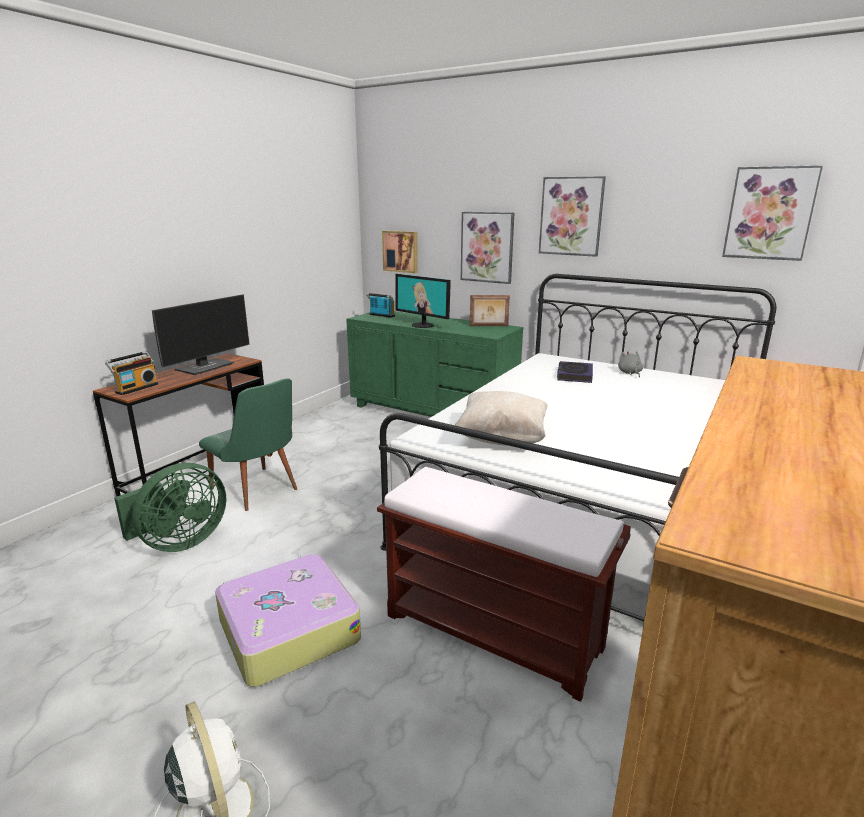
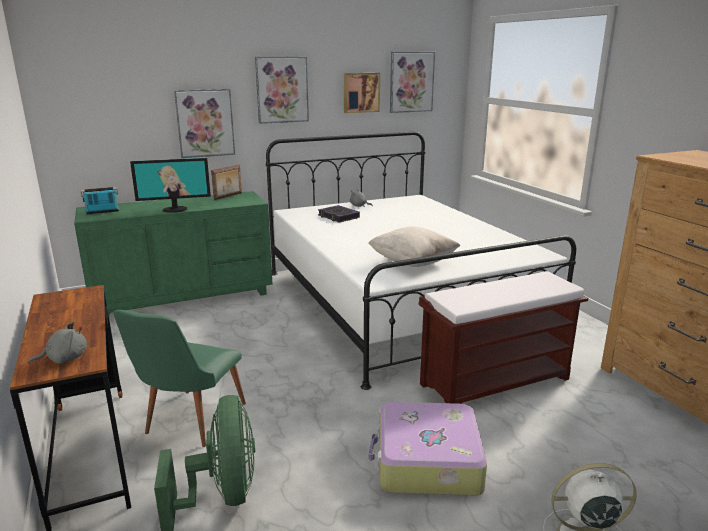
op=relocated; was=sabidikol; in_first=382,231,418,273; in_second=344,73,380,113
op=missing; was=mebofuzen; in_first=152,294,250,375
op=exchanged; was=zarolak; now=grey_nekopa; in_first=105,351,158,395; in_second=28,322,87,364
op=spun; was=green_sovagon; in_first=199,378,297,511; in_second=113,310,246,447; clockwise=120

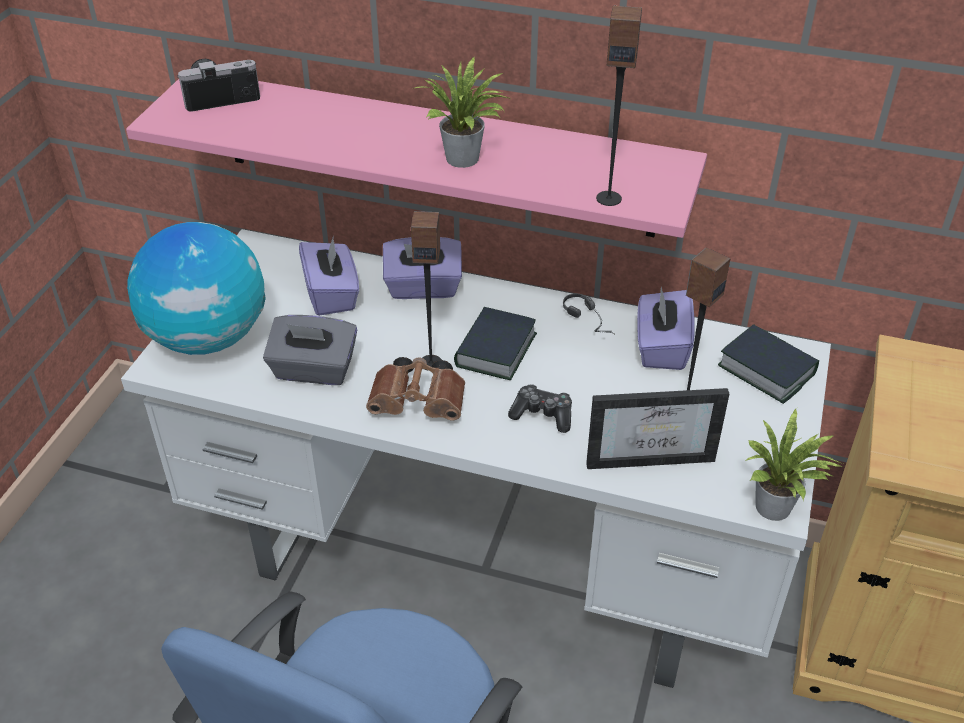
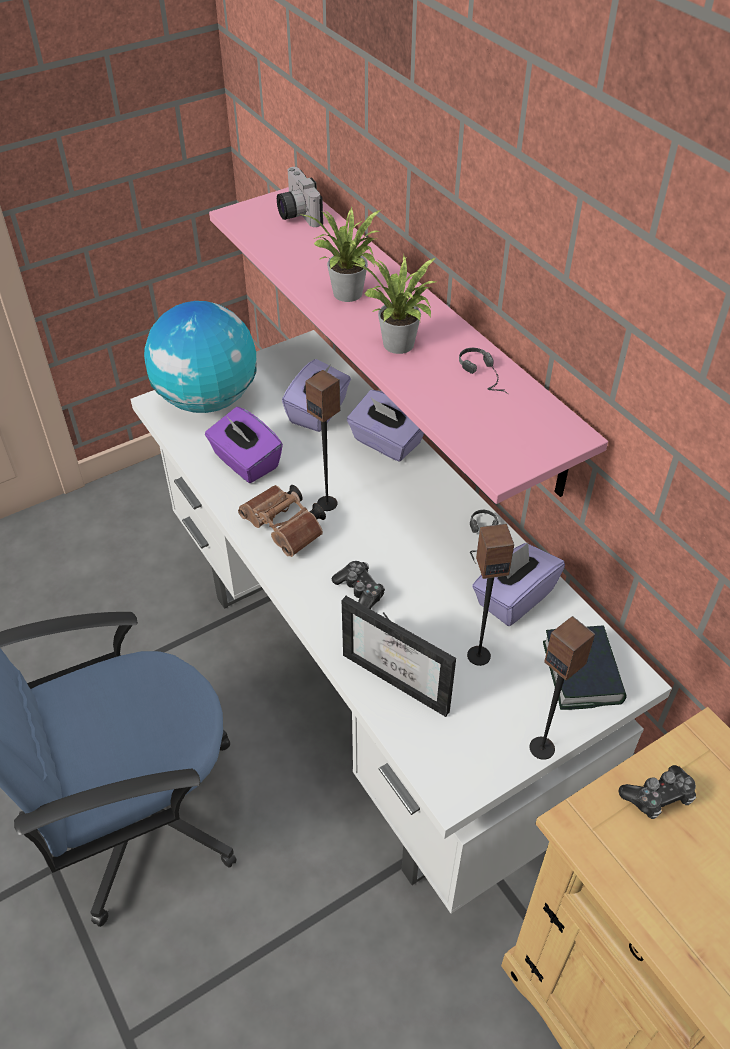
op=relocated; was=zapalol; in_first=596,6,642,206; in_second=530,616,595,760
op=spun; was=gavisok; in_first=177,59,260,112; in_second=277,167,323,227; clockwise=-135
op=missing; was=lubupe; in_first=454,307,537,380
op=colour; was=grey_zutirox; now=purple_zutirox; in_first=263,315,357,385; in_second=205,407,283,483
op=relocated; was=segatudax; in_first=745,409,843,521; in_second=299,207,380,302
op=appeared; now=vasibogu; in_second=459,348,508,394
op=appeared; now=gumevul; in_second=619,765,696,819

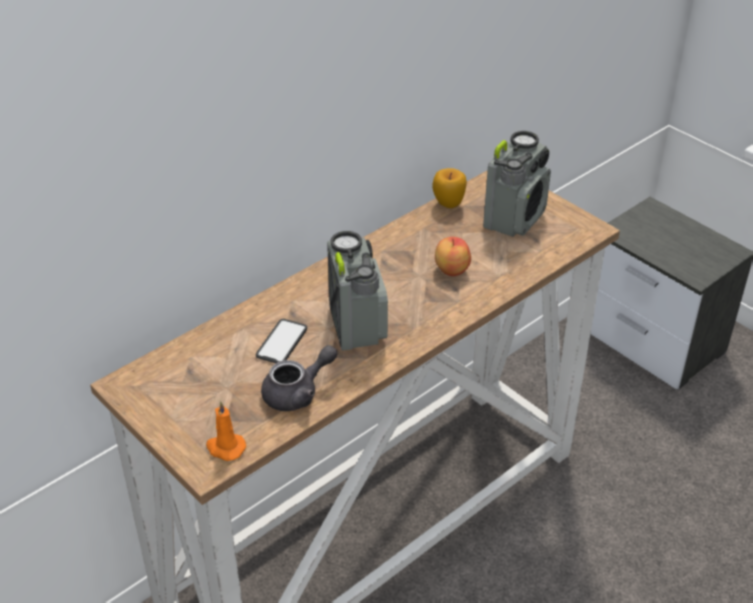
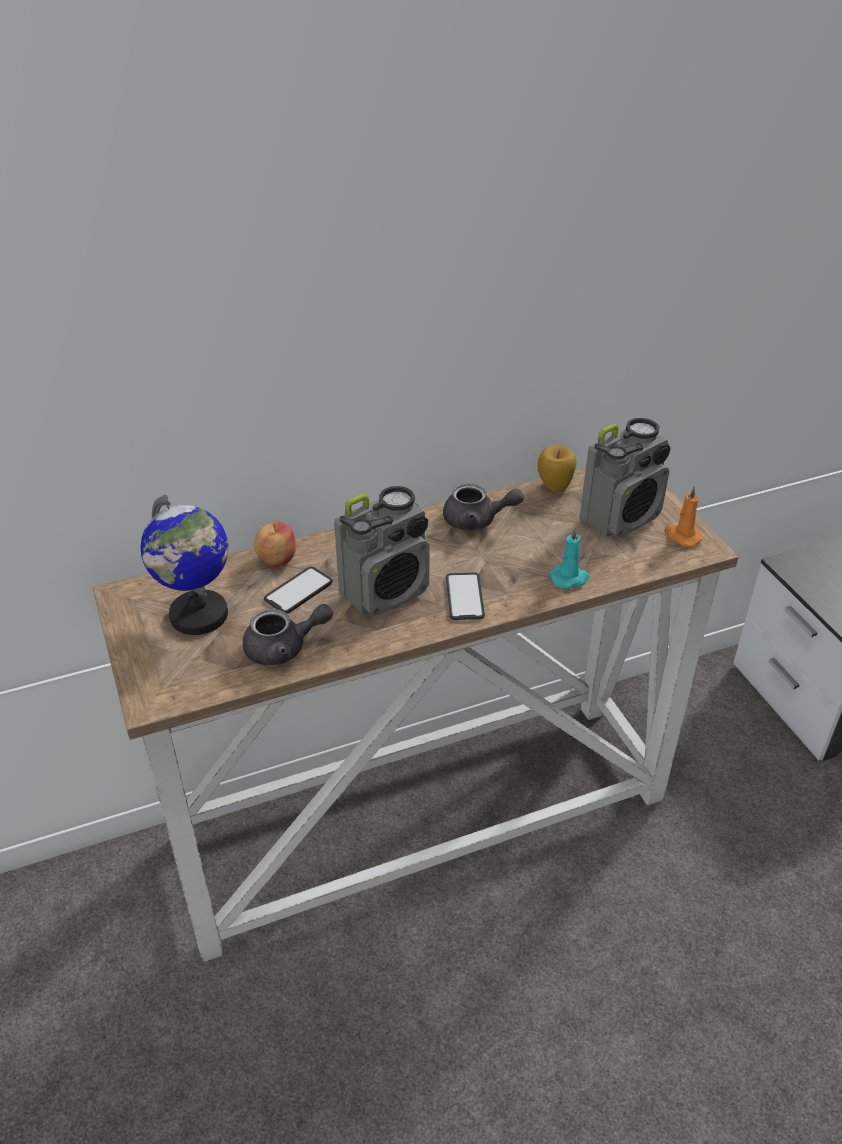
op=spun; was=zarolak; in_first=327,231,388,351; in_second=334,486,430,616; clockwise=45
op=relocated; was=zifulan; in_first=435,237,471,276; in_second=254,522,296,567
op=relocated; was=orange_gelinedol; in_first=206,401,246,461; in_second=664,486,702,547
op=appeared; now=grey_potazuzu; in_second=443,483,524,530
op=appeared; now=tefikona; in_second=141,495,228,635
op=appeared; now=turquoise_gelinedol; in_second=550,527,590,589
op=appeared; now=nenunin; in_second=446,572,485,620

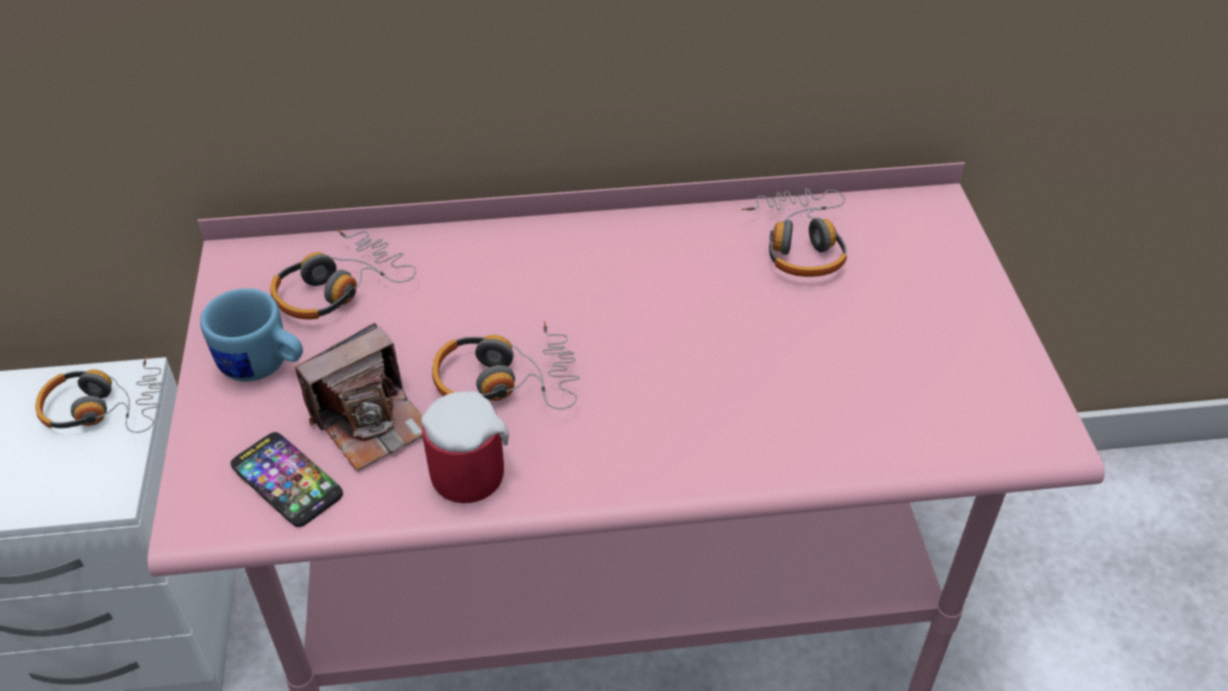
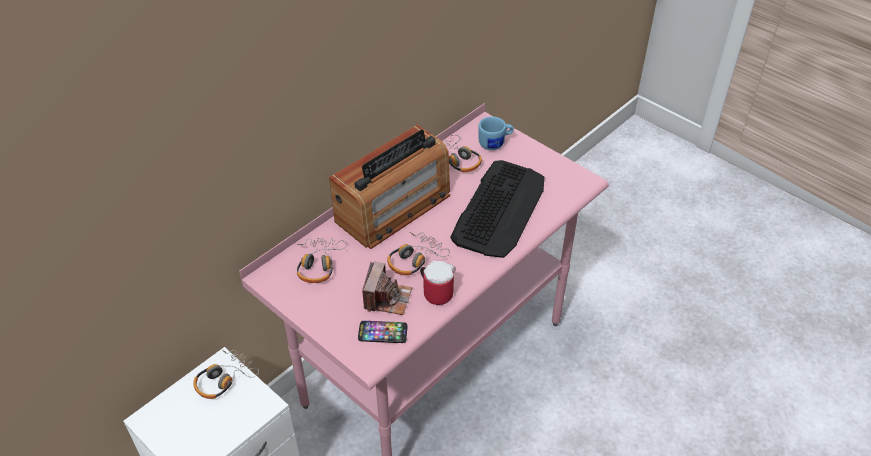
op=relocated; was=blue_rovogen; in_first=200,288,303,382; in_second=478,116,514,150
op=appeared; now=zarolak; in_second=329,125,450,249
op=appeared; now=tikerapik; in_second=450,160,545,258

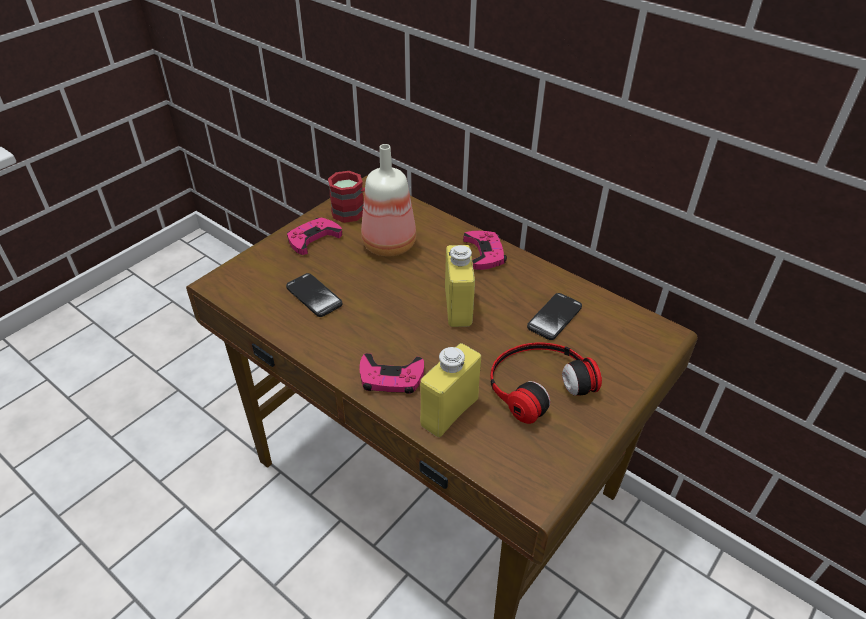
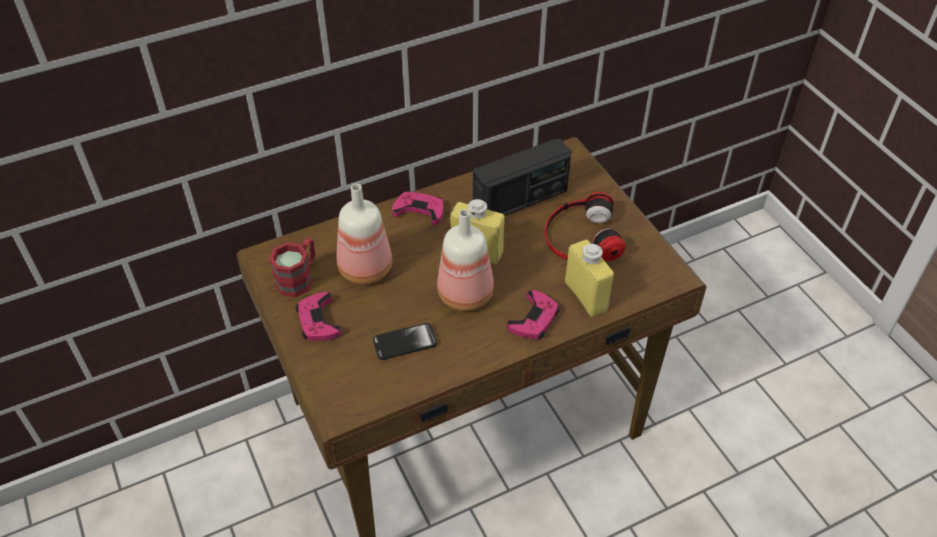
op=exchanged; was=nenunin; now=zarolak; in_first=527,293,582,340; in_second=473,139,571,216
op=appeared; now=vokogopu; in_second=437,209,494,311

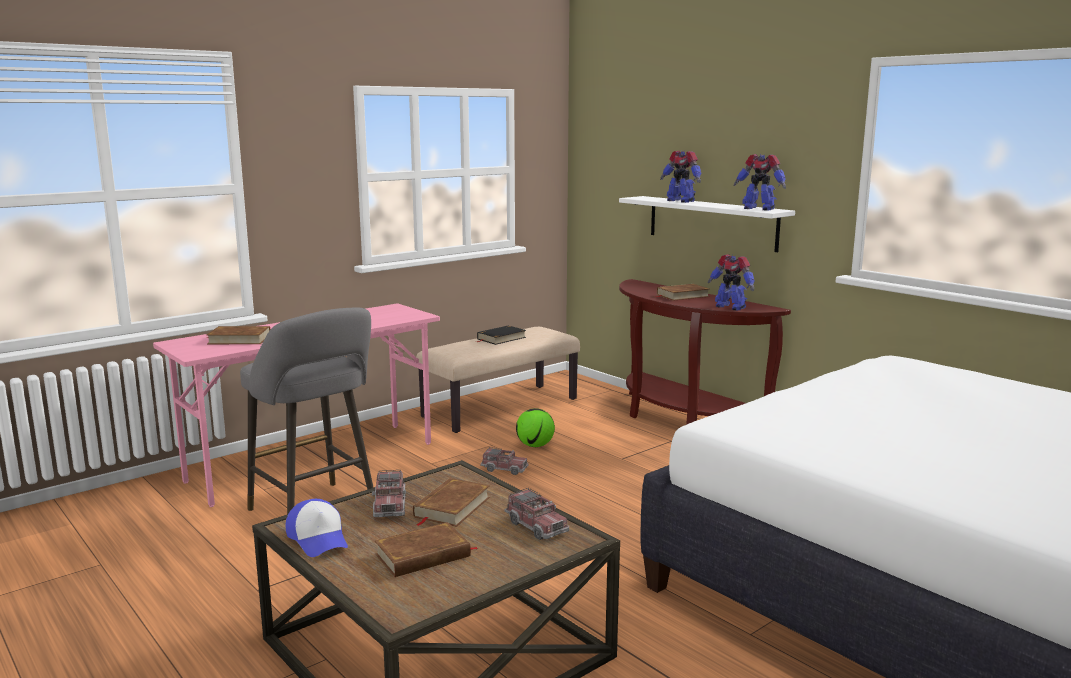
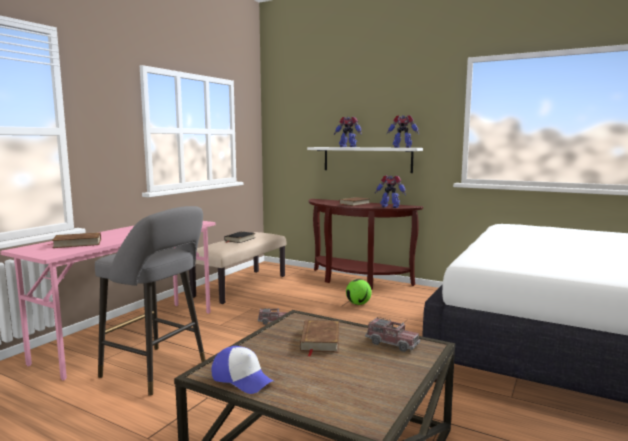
op=relocated; was=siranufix; in_first=516,408,555,447; in_second=346,279,372,305
op=missing; was=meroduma; in_first=372,470,406,517
op=missing; was=brown_lubupe; in_first=375,522,478,577

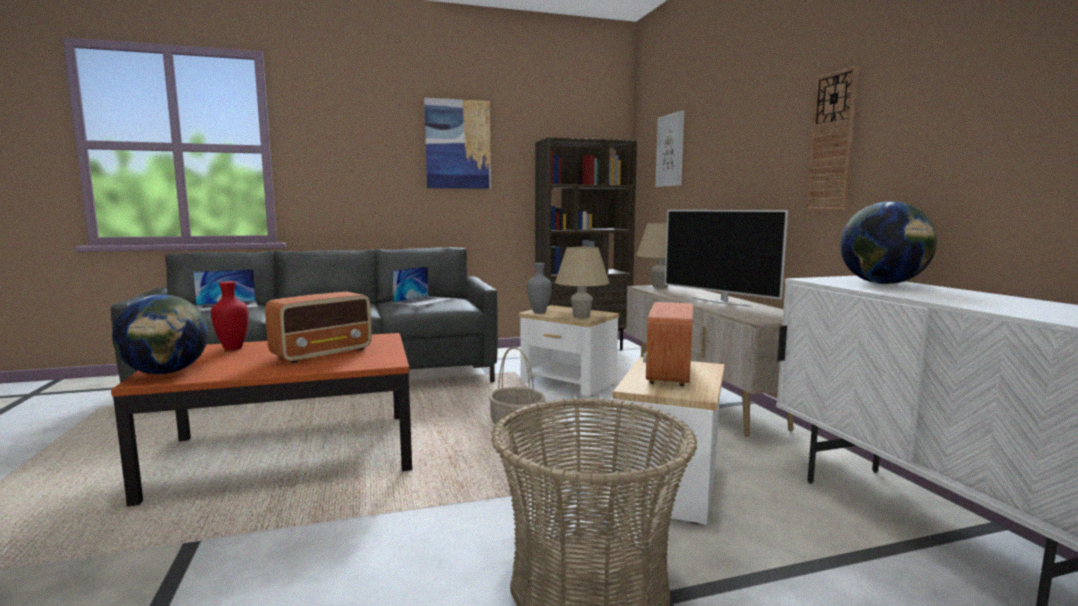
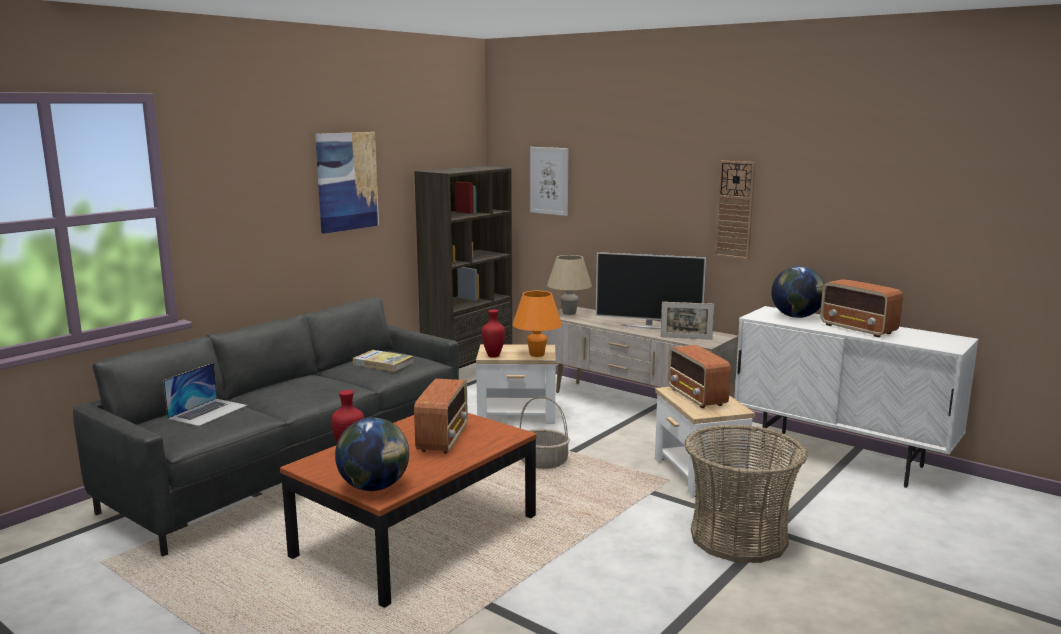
op=colour; was=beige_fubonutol; now=orange_fubonutol; in_first=555,247,609,318; in_second=512,291,562,357
op=colour; was=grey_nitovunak; now=red_nitovunak; in_first=527,263,552,313; in_second=482,310,505,358
op=exchanged; was=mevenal; now=lubupe; in_first=392,266,452,306; in_second=353,350,414,372
op=appeared; now=zarolak; in_second=820,279,903,338
op=appeared; now=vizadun; in_second=661,302,714,340

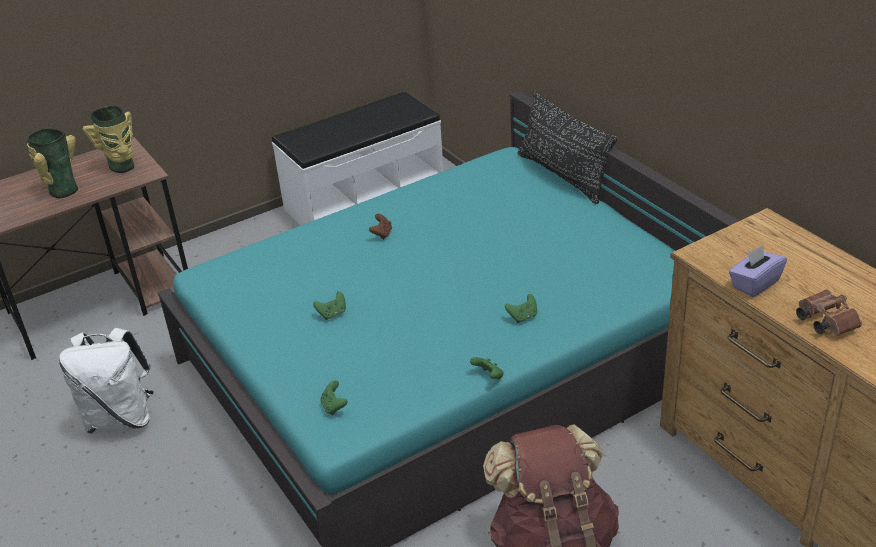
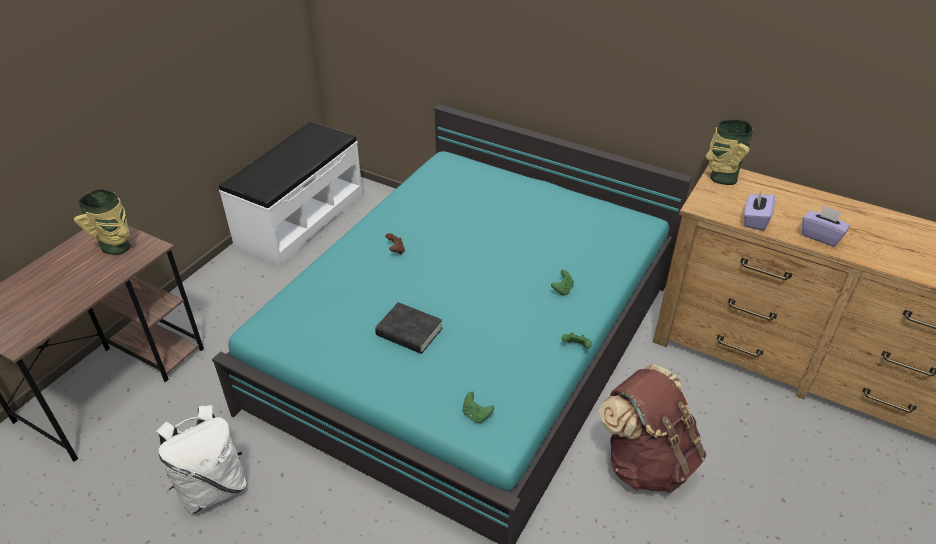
op=missing; was=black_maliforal; in_first=518,92,617,204
op=relocated; was=nitovunak; in_first=27,128,78,199; in_second=706,120,754,185
op=exchanged; was=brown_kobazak; now=purple_zutirox; in_first=796,289,862,336; in_second=802,206,850,247
op=exchanged; was=green_gumevul; now=black_lubupe; in_first=313,291,346,320; in_second=375,302,442,354

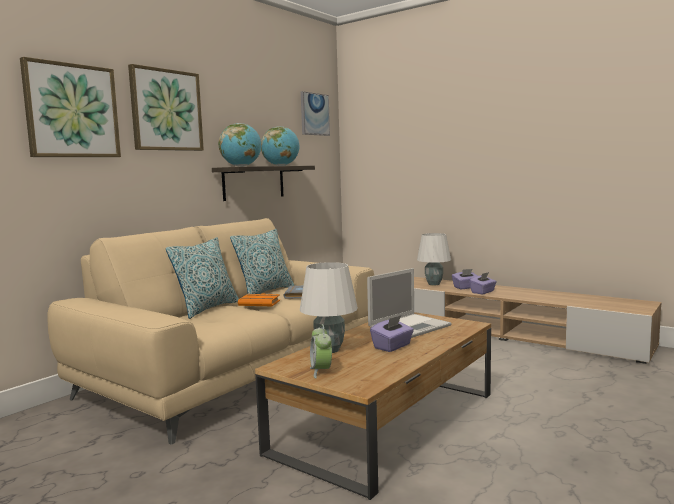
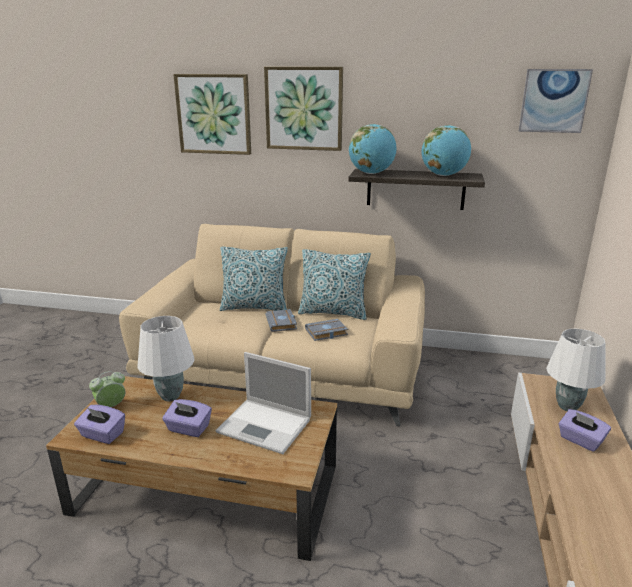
op=relocated; was=purple_zutirox; in_first=469,272,497,295; in_second=74,404,125,444
op=colour; was=orange_lubupe; now=grey_lubupe; in_first=238,293,280,306; in_second=266,309,297,332

